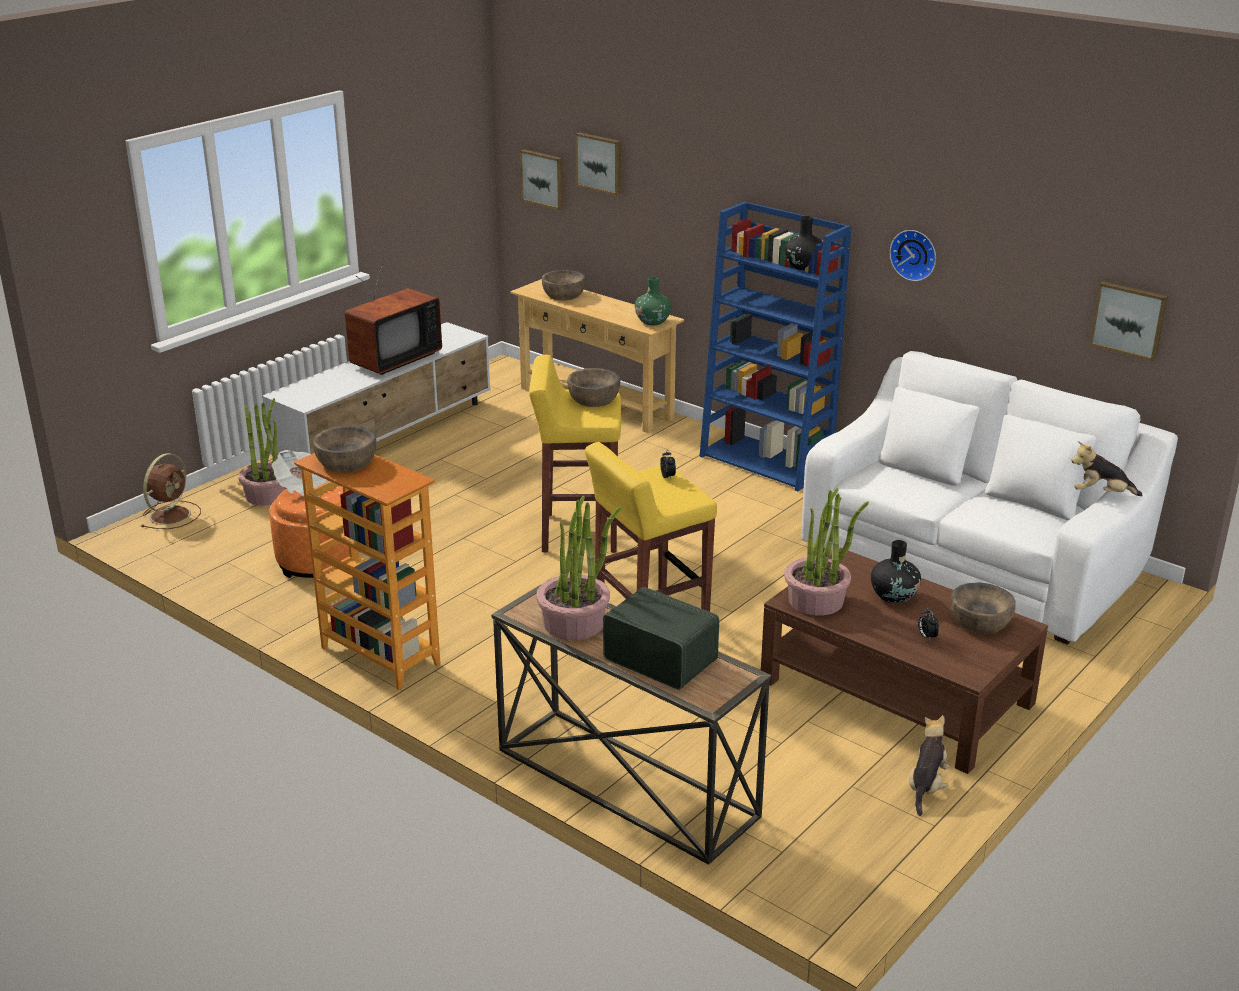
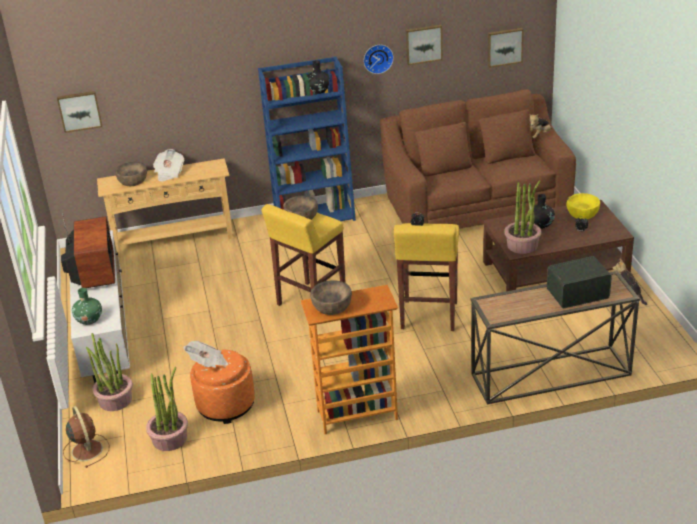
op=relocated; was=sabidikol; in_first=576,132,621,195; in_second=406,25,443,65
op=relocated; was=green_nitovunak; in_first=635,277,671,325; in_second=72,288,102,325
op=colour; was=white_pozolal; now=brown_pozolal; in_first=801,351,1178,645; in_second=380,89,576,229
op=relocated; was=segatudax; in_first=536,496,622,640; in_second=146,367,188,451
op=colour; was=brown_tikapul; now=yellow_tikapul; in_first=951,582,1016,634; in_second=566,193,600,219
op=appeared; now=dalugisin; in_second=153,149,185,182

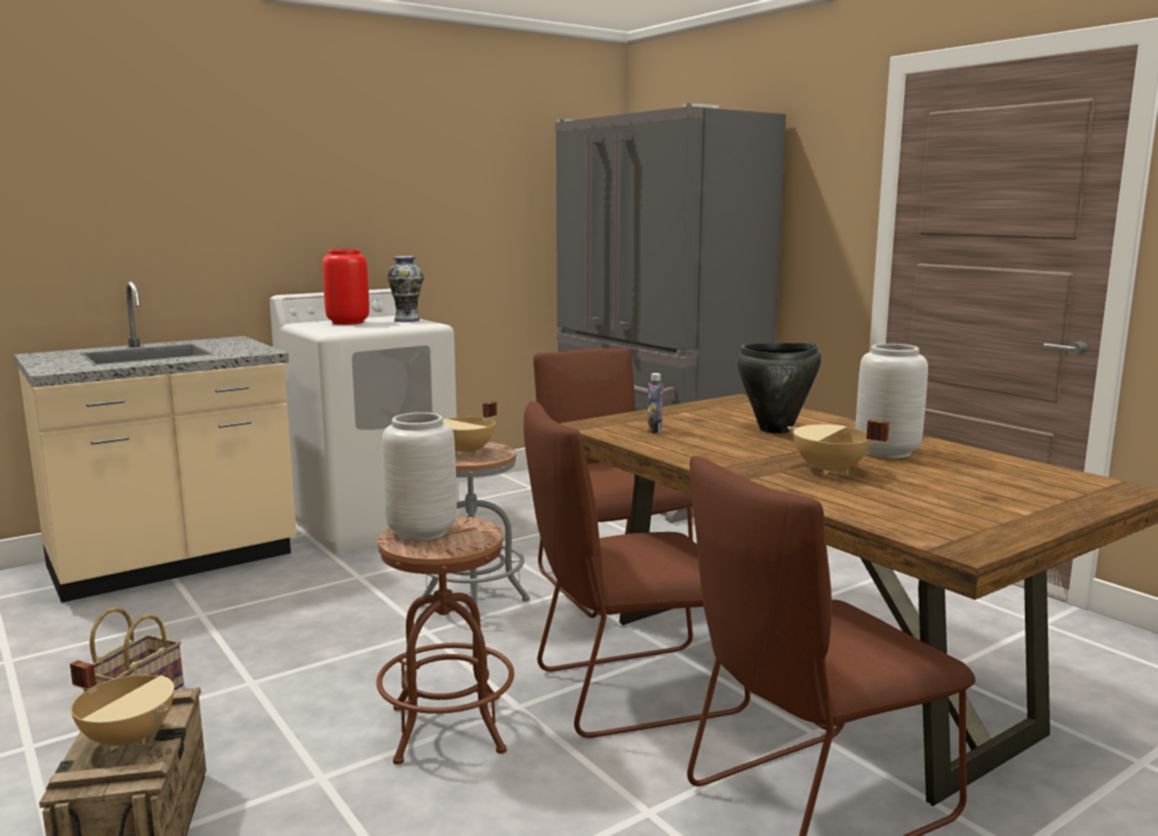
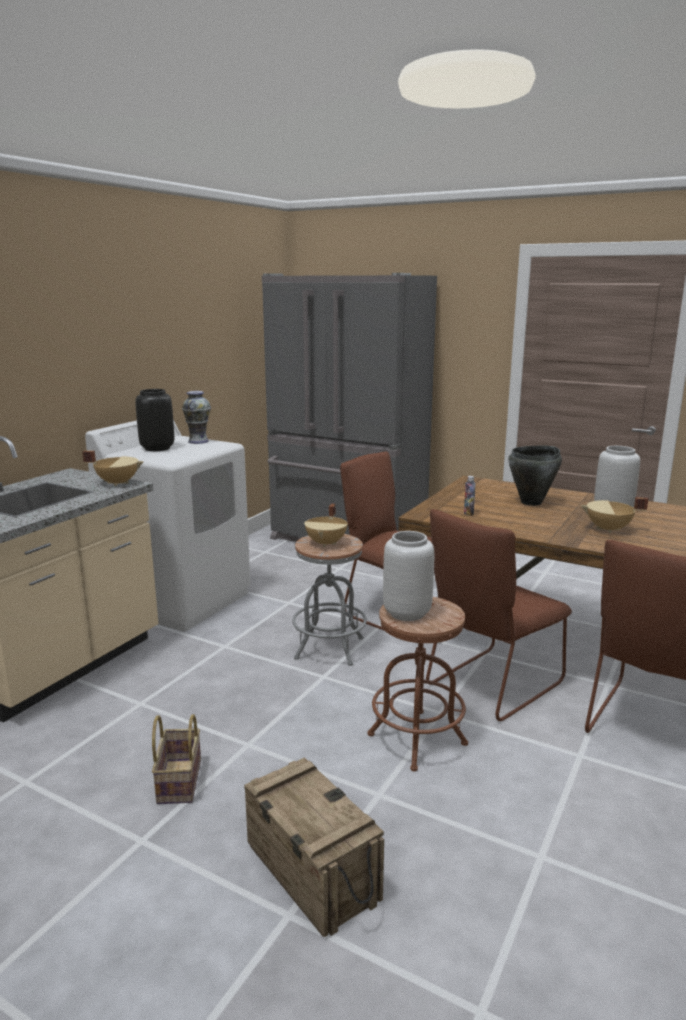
op=colour; was=red_nitovunak; now=black_nitovunak; in_first=322,249,369,325; in_second=135,389,174,451
op=relocated; was=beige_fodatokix; in_first=70,660,174,751; in_second=82,451,144,486

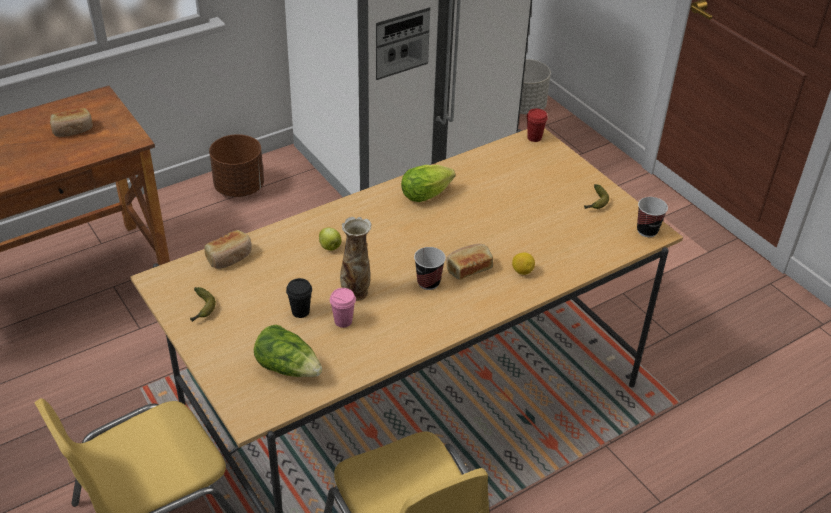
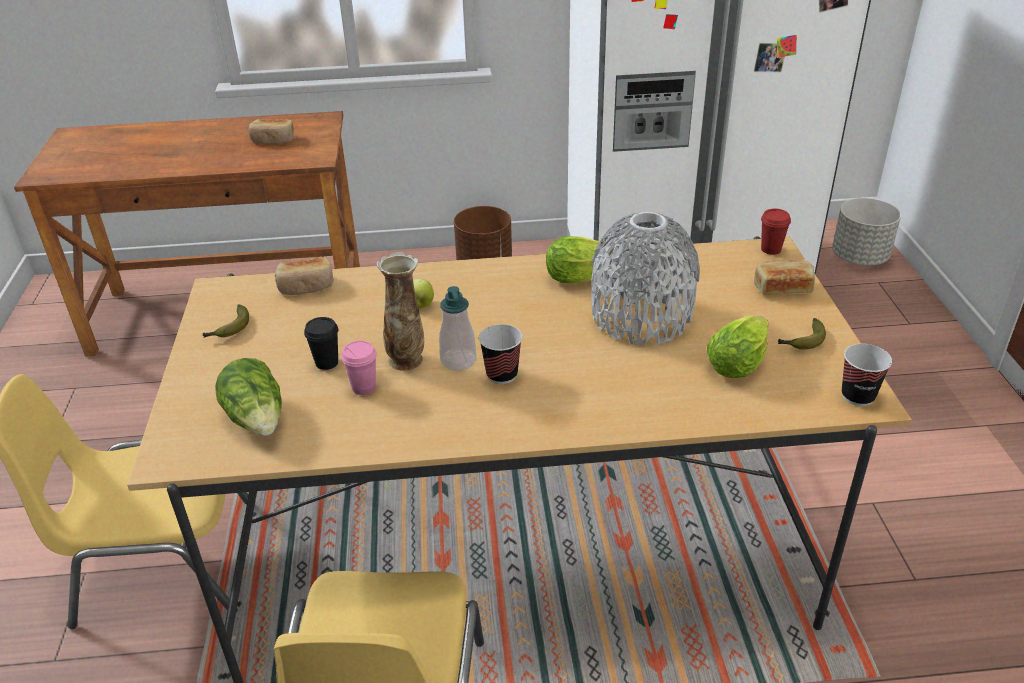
op=relocated; was=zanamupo; in_first=447,244,493,280; in_second=754,260,815,294
op=missing; was=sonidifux; in_first=512,253,535,275
op=appeared; now=grey_nitovunak; in_second=591,212,700,345
op=appeared; now=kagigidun; in_second=439,286,476,371
op=appeared; now=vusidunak; in_second=707,315,769,378

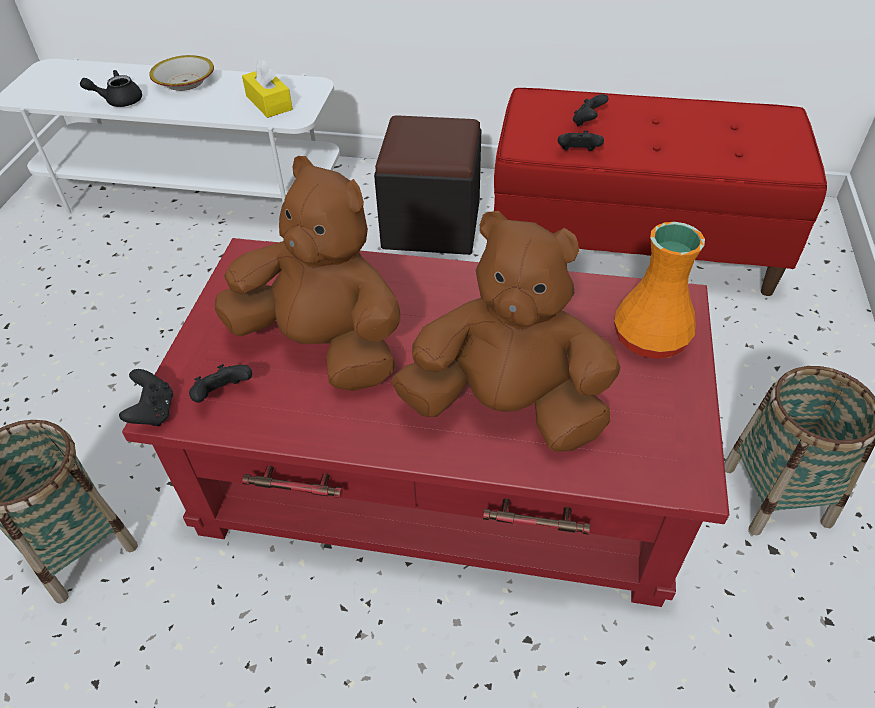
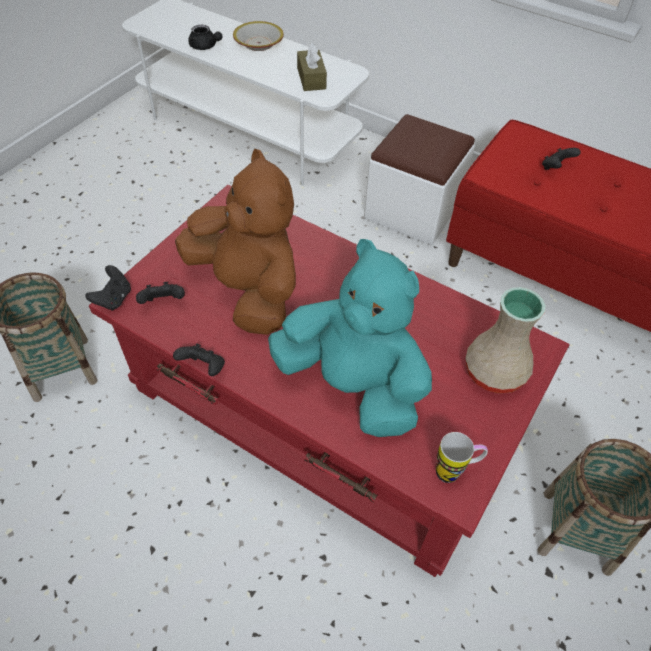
op=colour; was=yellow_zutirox; now=brown_zutirox; in_first=242,59,293,118; in_second=297,43,327,91
op=spun; was=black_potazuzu; in_first=80,70,142,107; in_second=188,25,223,50; clockwise=-150
op=colour; was=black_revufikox; now=white_revufikox; in_first=374,115,481,255; in_second=364,114,475,245
op=relocated; was=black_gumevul; in_first=558,130,604,151; in_second=173,343,225,376
op=colour; was=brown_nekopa; now=turquoise_nekopa; in_first=391,211,620,452; in_second=268,239,432,437
op=colour; was=orange_nitovunak; now=beige_nitovunak; in_first=614,222,705,359; in_second=466,287,546,393
op=appeared; now=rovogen; in_second=436,432,488,483

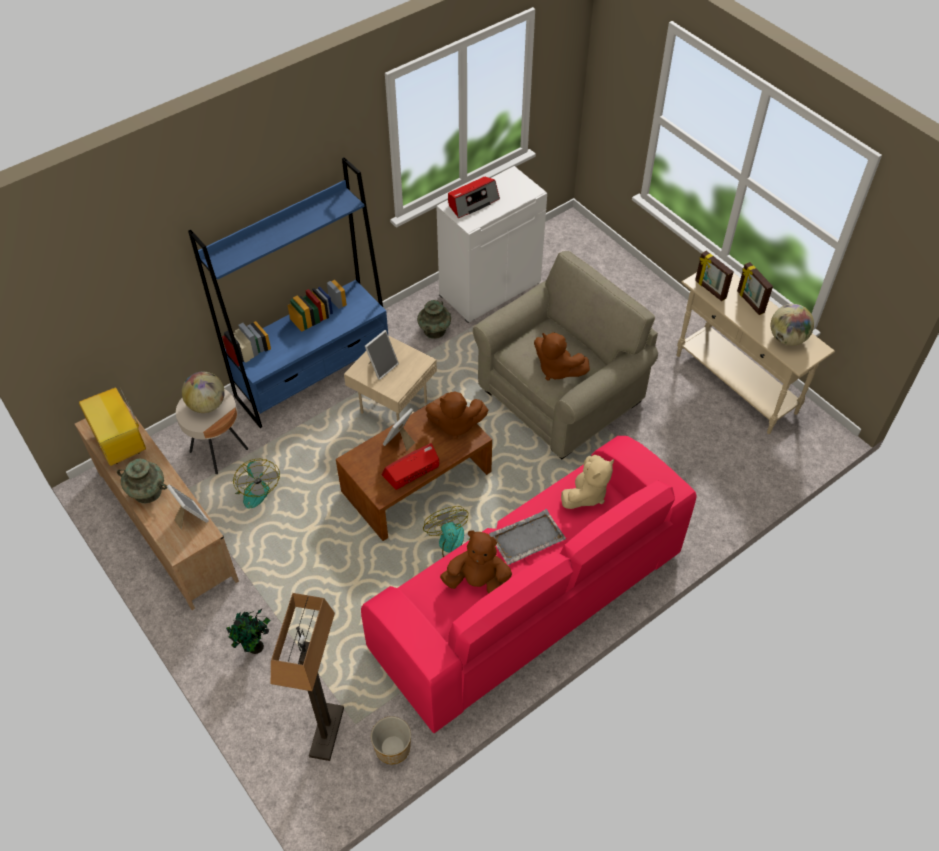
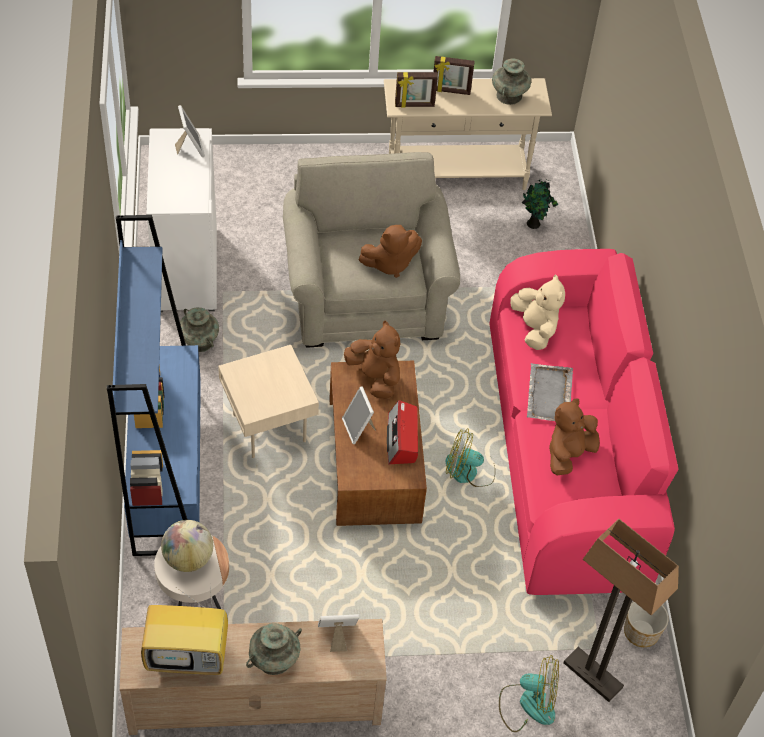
op=missing; was=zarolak; in_first=448,177,500,218
op=exchanged; was=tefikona; now=turquoise_nitovunak; in_first=771,304,814,346; in_second=492,59,531,105
op=relocated; was=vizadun; in_first=365,330,399,380; in_second=175,105,205,157
op=spun; was=brown_nekopa; in_first=425,392,488,439; in_second=344,320,400,399; clockwise=-75
op=relocated; was=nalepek; in_first=233,459,280,509; in_second=499,655,559,732
op=relocated; was=segatudax; in_first=226,609,271,654; in_second=522,179,558,229

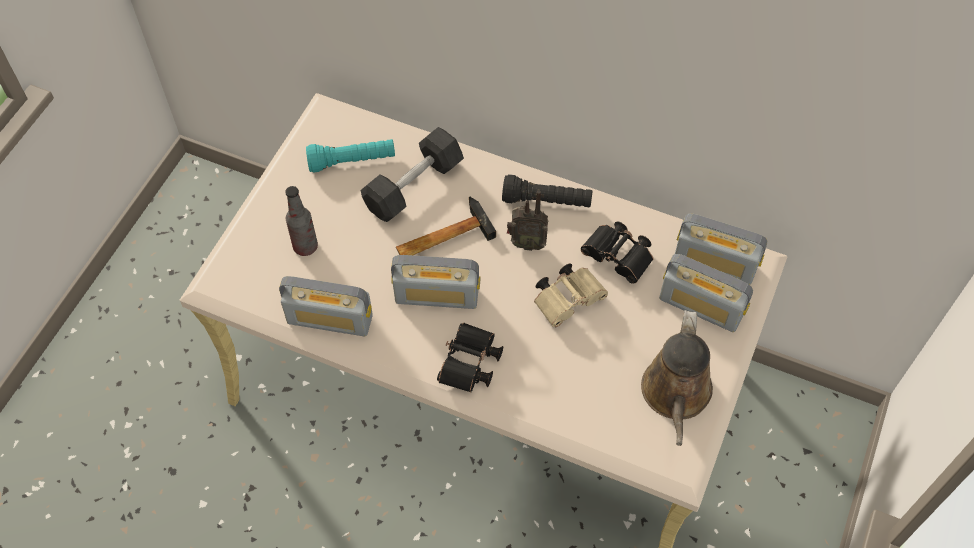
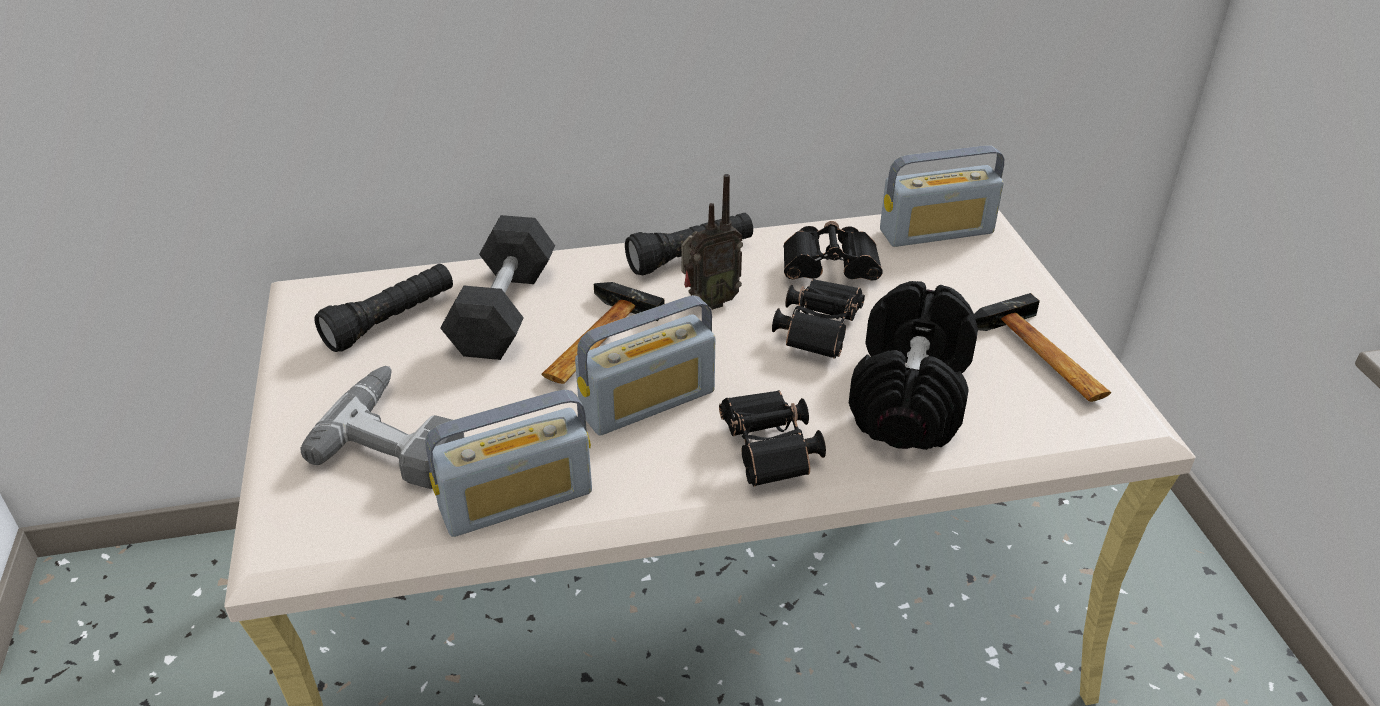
op=colour; was=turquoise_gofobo; now=black_gofobo; in_first=306,139,395,173; in_second=314,264,453,352
op=exchanged; was=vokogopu; now=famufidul; in_first=285,186,318,256; in_second=300,366,465,489
op=missing; was=zarolak; in_first=659,254,753,332
op=colour; was=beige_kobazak; now=black_kobazak; in_first=534,263,608,327; in_second=772,279,865,359
op=exchanged; was=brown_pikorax; now=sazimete; in_first=641,310,713,446; in_second=974,293,1111,402
op=appeared; now=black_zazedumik; in_second=849,281,978,450

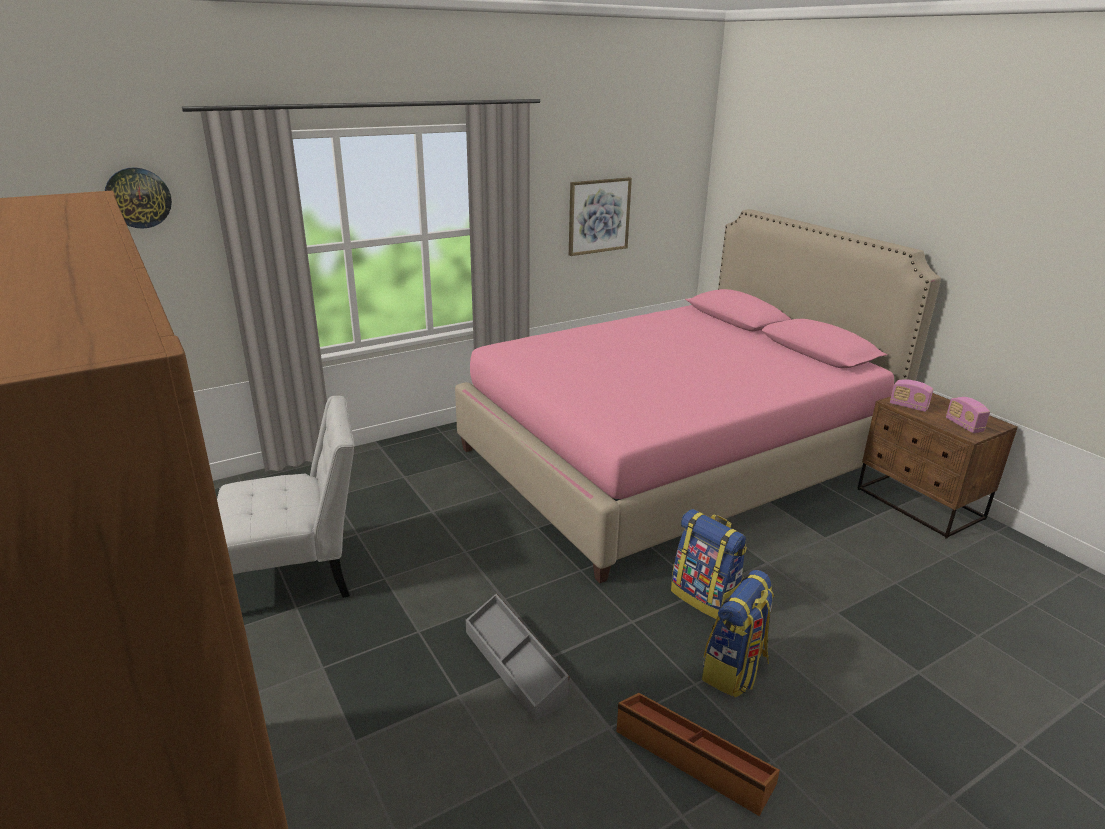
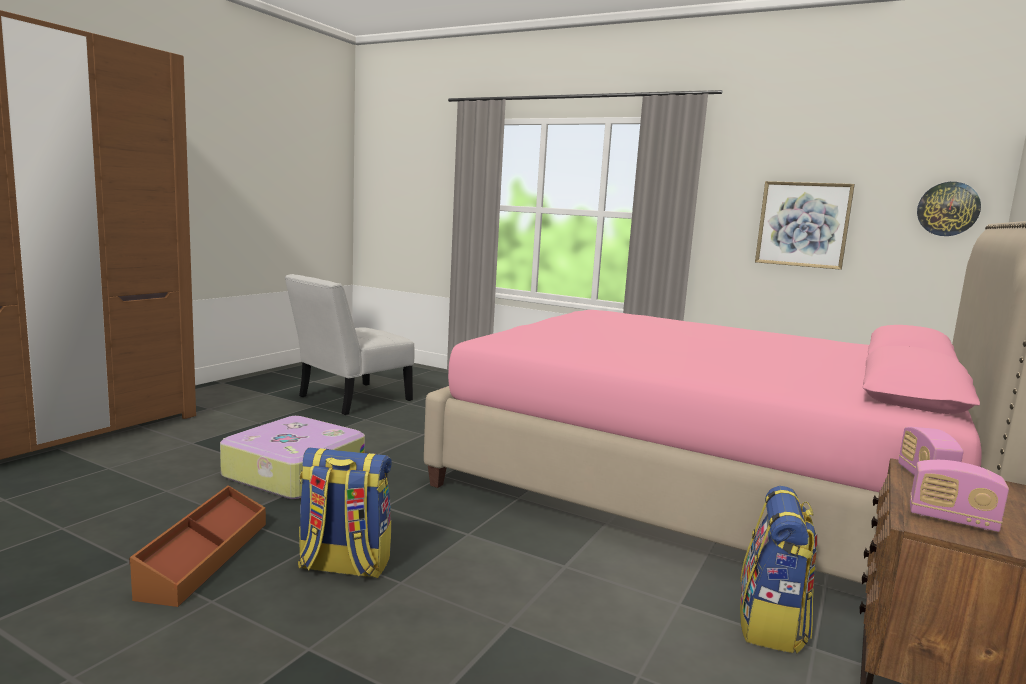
op=relocated; was=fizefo; in_first=105,167,172,229; in_second=917,182,981,236
op=spun; was=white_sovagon; in_first=217,396,354,598; in_second=285,274,415,415; clockwise=90
op=spun; was=zarolak; in_first=946,397,990,433; in_second=910,460,1009,532; clockwise=-105
op=relocated; was=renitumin; in_first=671,509,747,620; in_second=740,486,817,653
op=exchanged; was=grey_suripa; now=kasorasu; in_first=466,594,569,721; in_second=220,416,365,499

